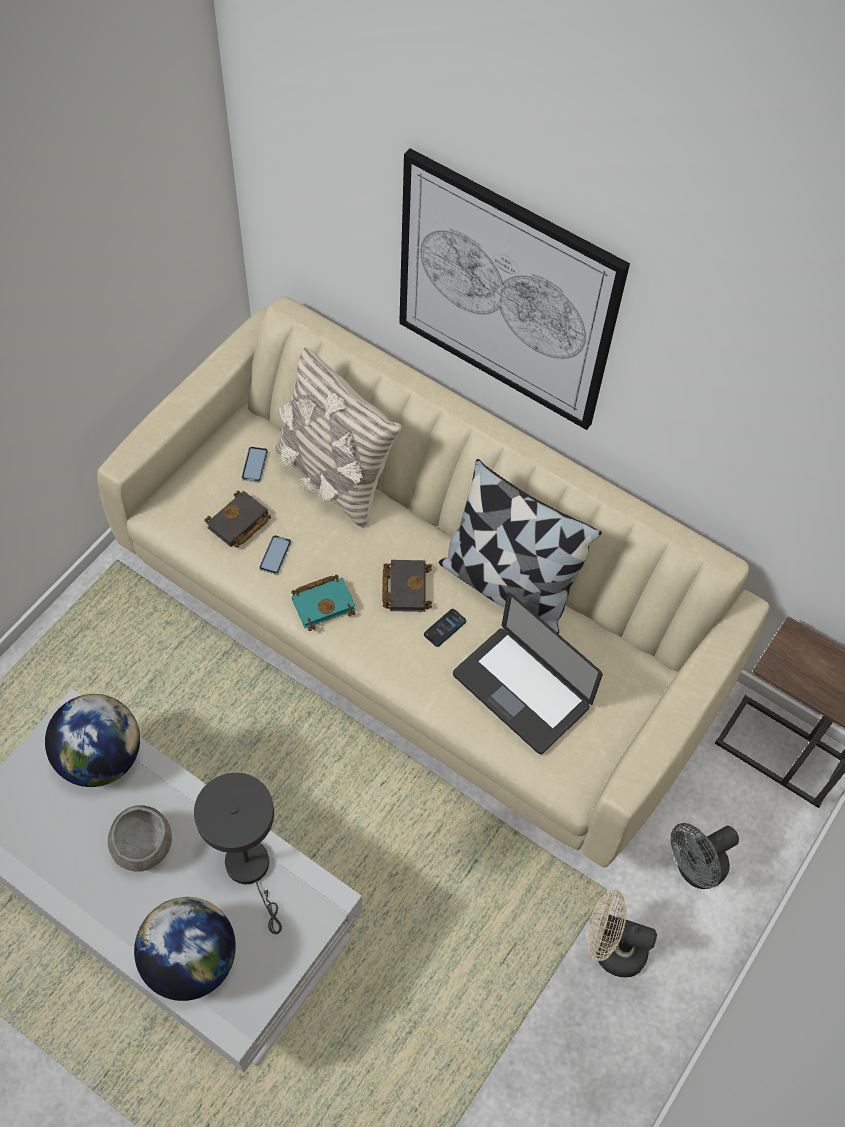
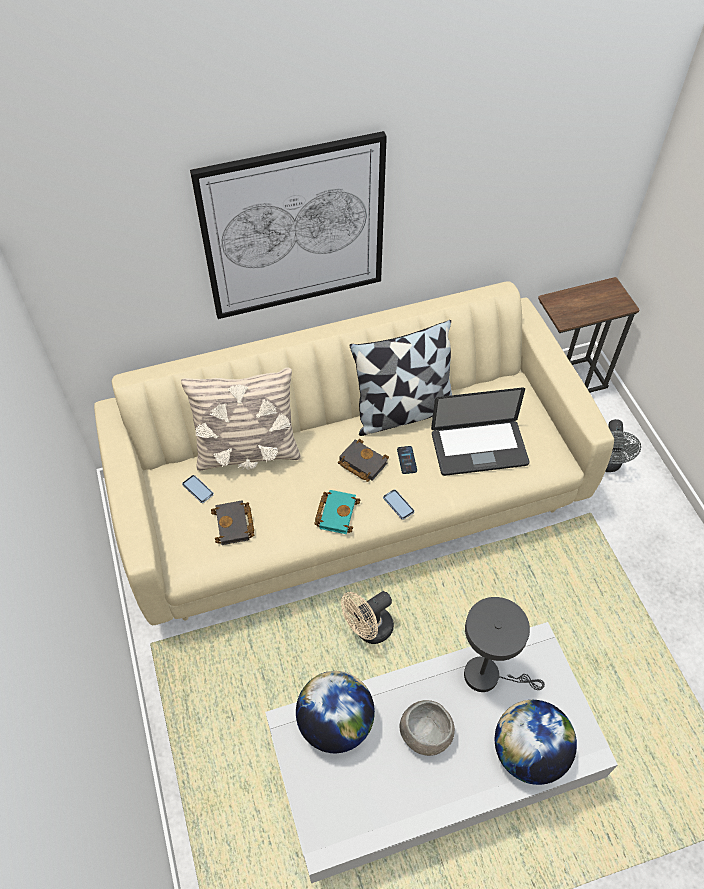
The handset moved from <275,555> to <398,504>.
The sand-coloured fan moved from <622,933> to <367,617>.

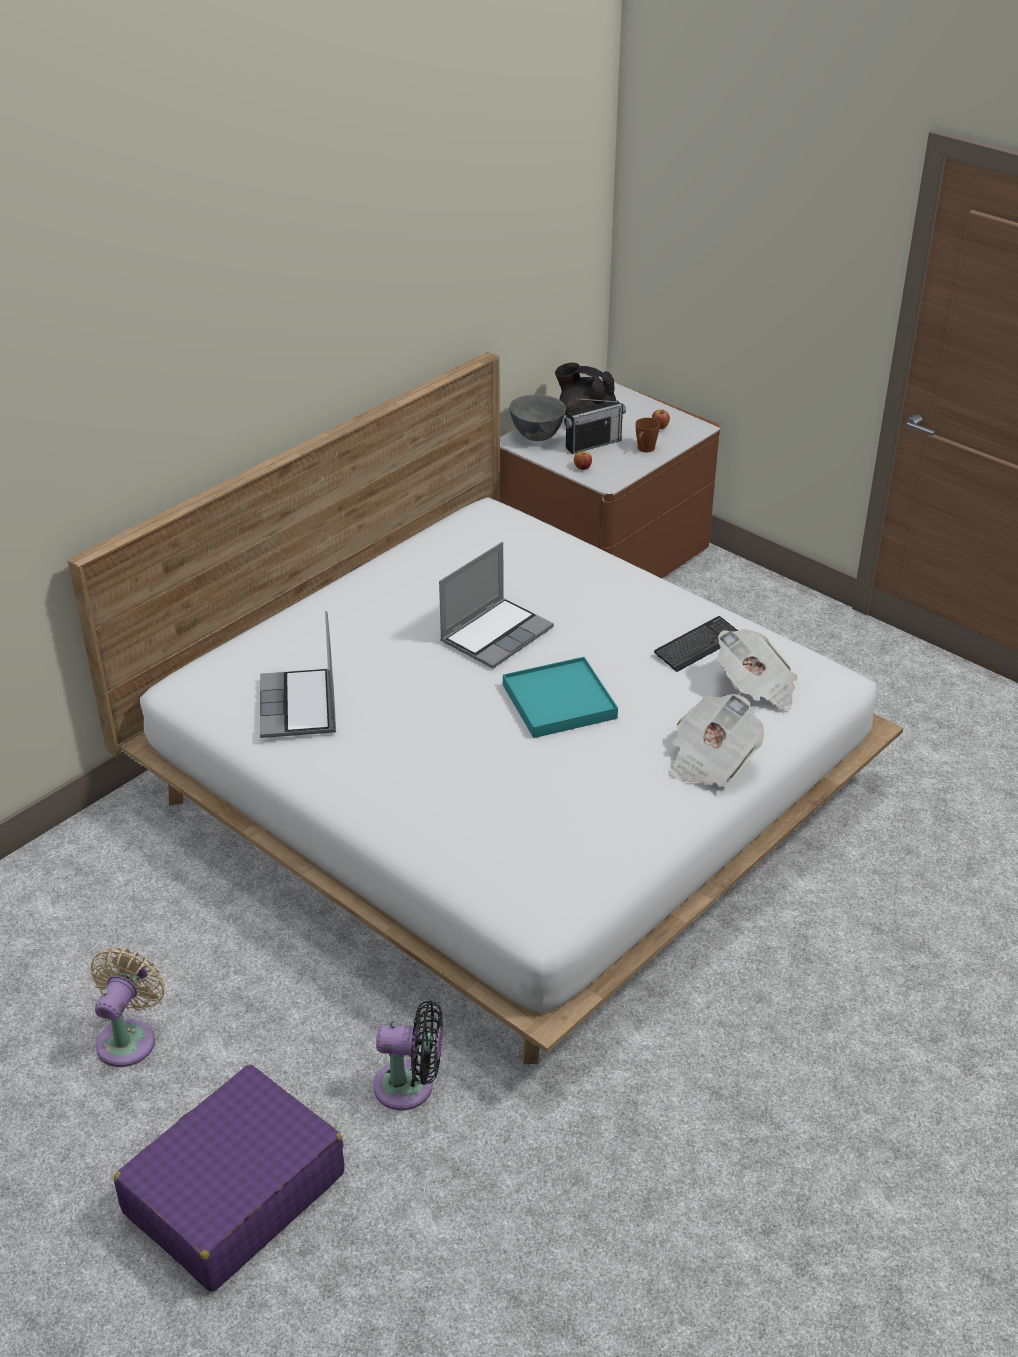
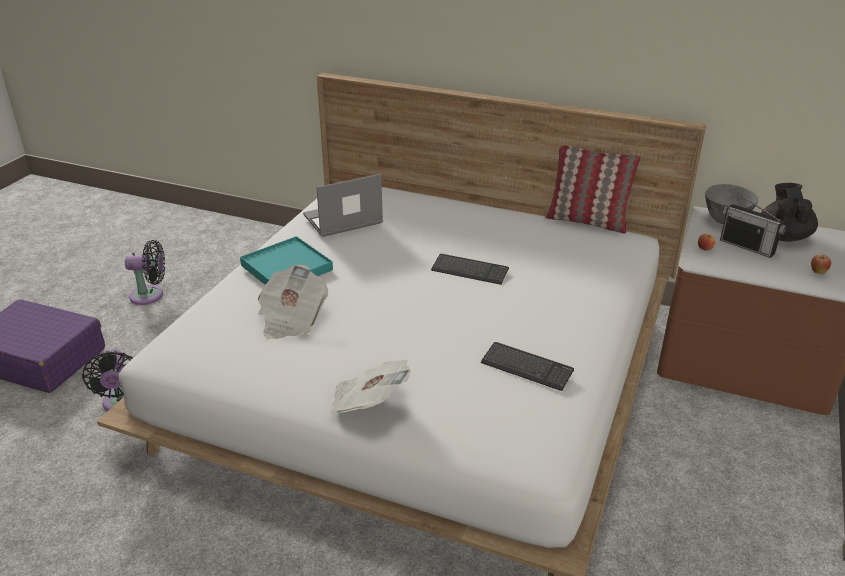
The brown coffee mug at <648,435> disappeared.
The cushion at <592,190> appeared.
The turquoise carrying tray moved from <560,697> to <286,260>.
The daily paper moved from <757,669> to <293,301>.
The notebook computer at <496,605> was replaced by the computer keyboard at <470,269>.
The sand-coloured fan at <127,1007> became the blackish fan at <145,272>.

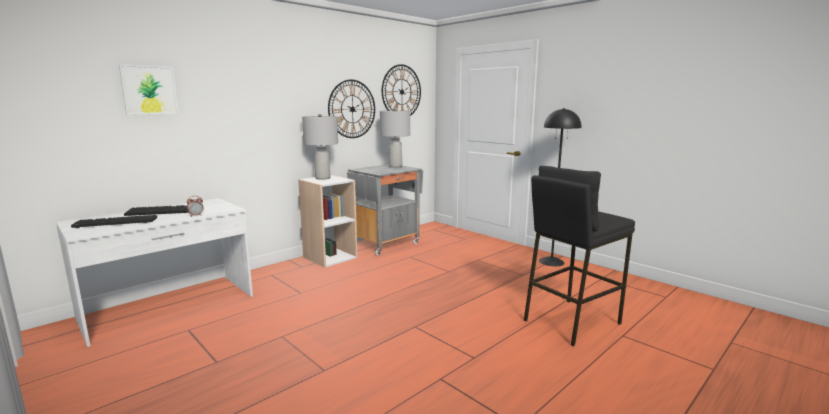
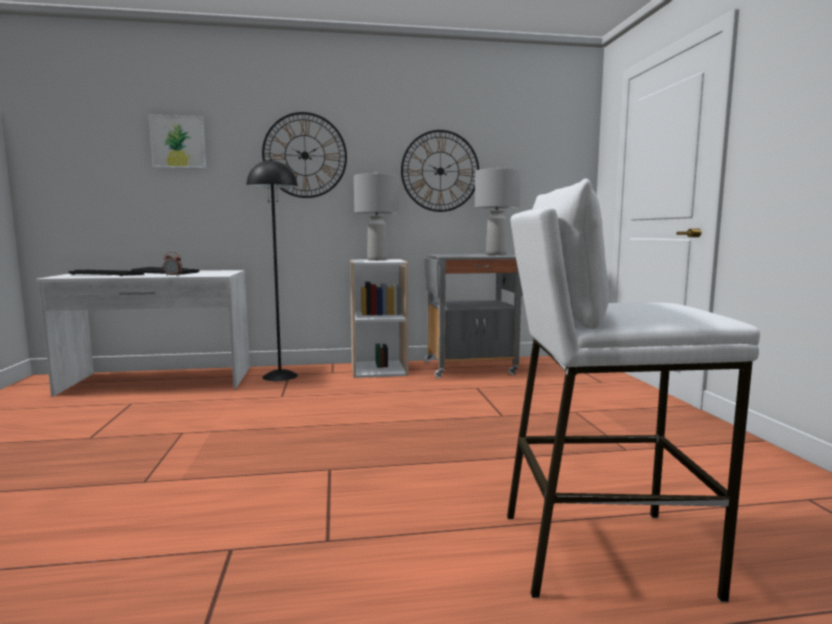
The clock on the wall moved from <401,90> to <304,155>.
The blackish floor lamp moved from <560,187> to <272,270>.
The blackish sitting stool at <579,256> became the white-coloured sitting stool at <633,390>.

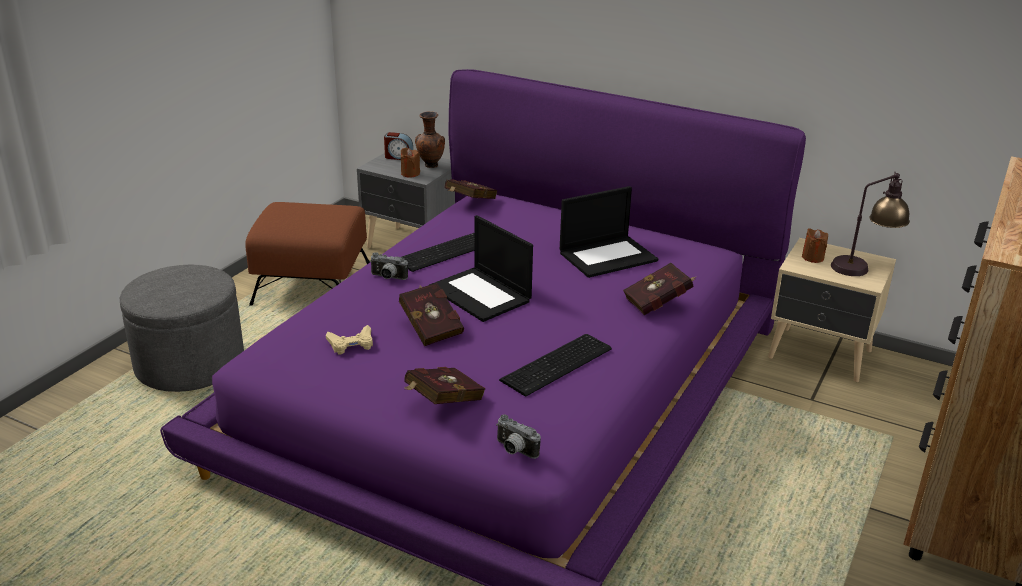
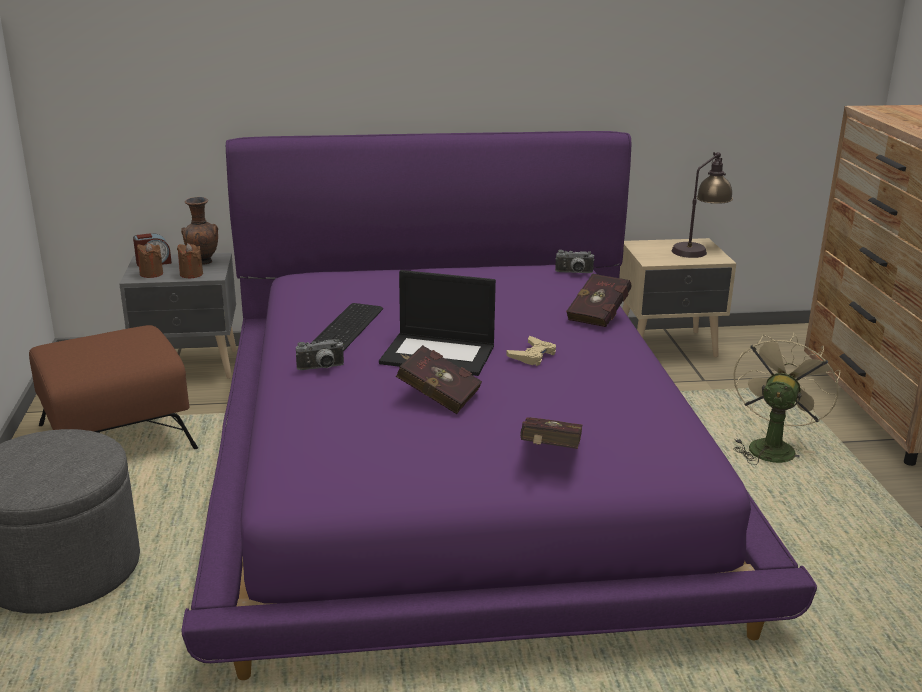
The red bound book at <471,189> disappeared.
The computer keyboard at <555,365> disappeared.
The notebook computer at <609,232> disappeared.
The sand-coloured fan at <786,398> appeared.
The sand-coloured game controller moved from <349,340> to <531,351>.
The photo camera moved from <518,436> to <575,261>.
The brown wax light moved from <815,245> to <150,260>.

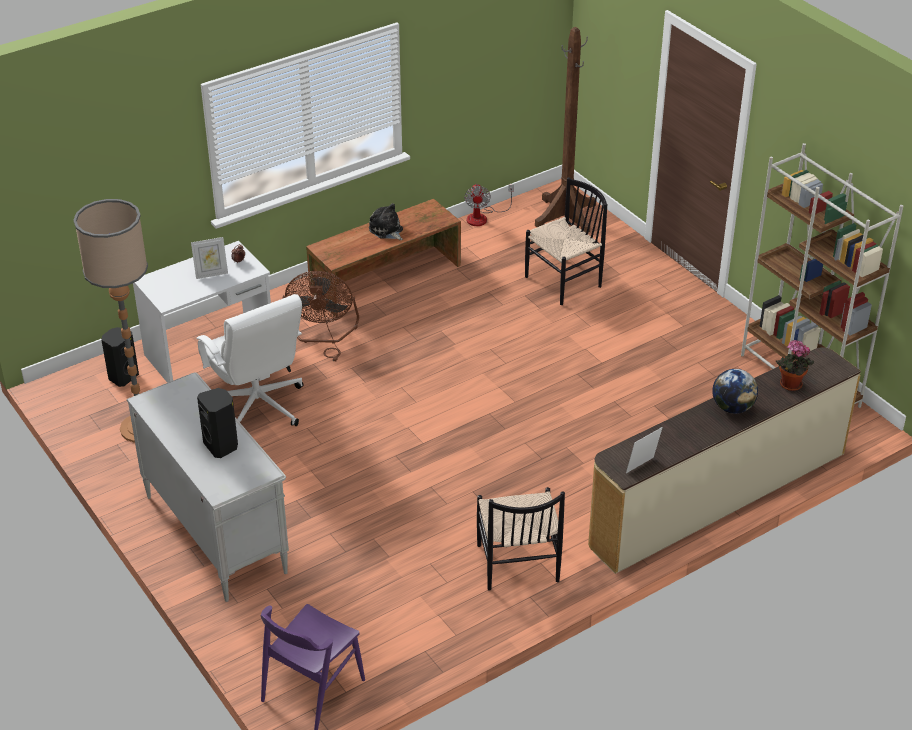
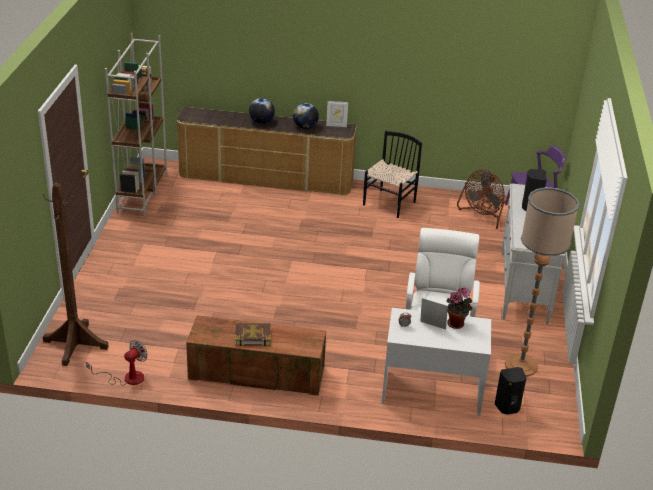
The blackish plain chair at <566,241> disappeared.
The world globe at <306,116> appeared.
The brown fan moved from <321,316> to <481,199>.
The potted plant moved from <795,365> to <459,308>.
The soft toy at <386,221> was replaced by the bound book at <253,334>.

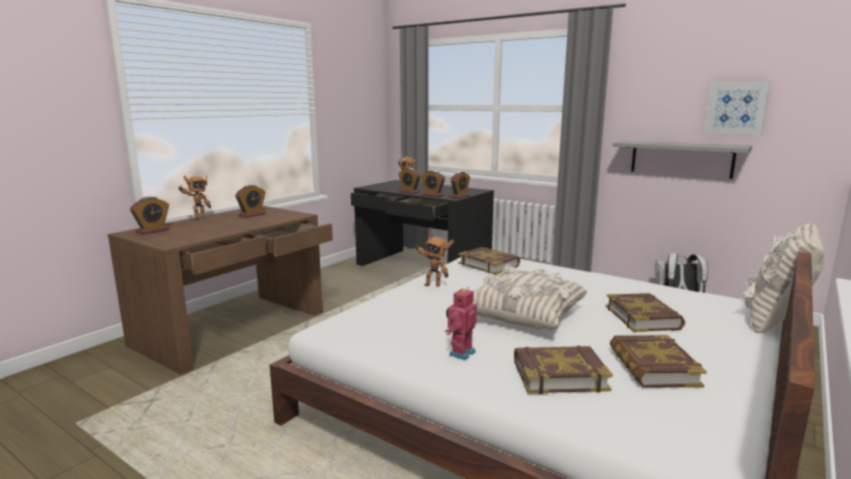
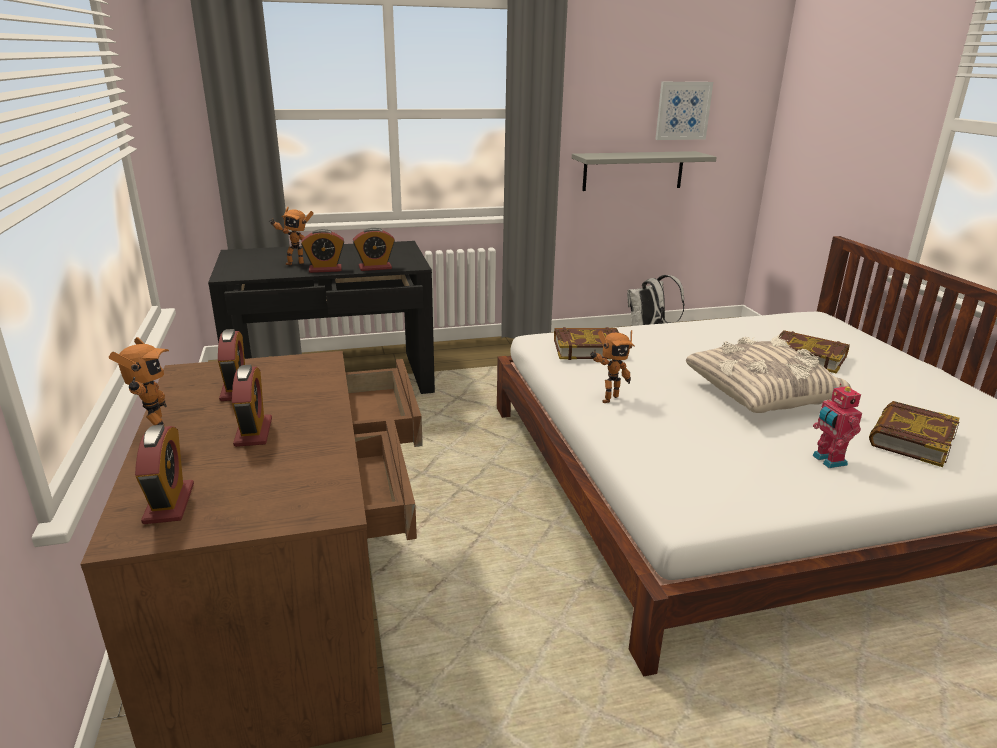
The bound book at <658,361> disappeared.
The sand-coloured cushion at <783,278> disappeared.
The bedside clock moved from <460,185> to <252,406>.

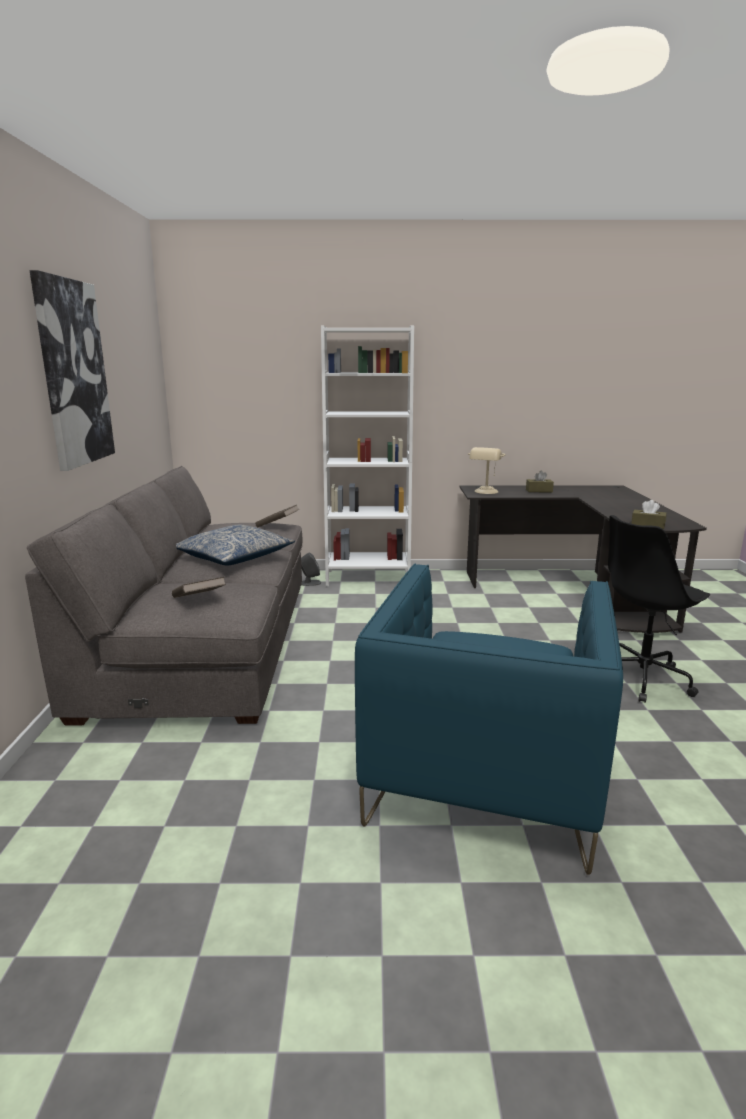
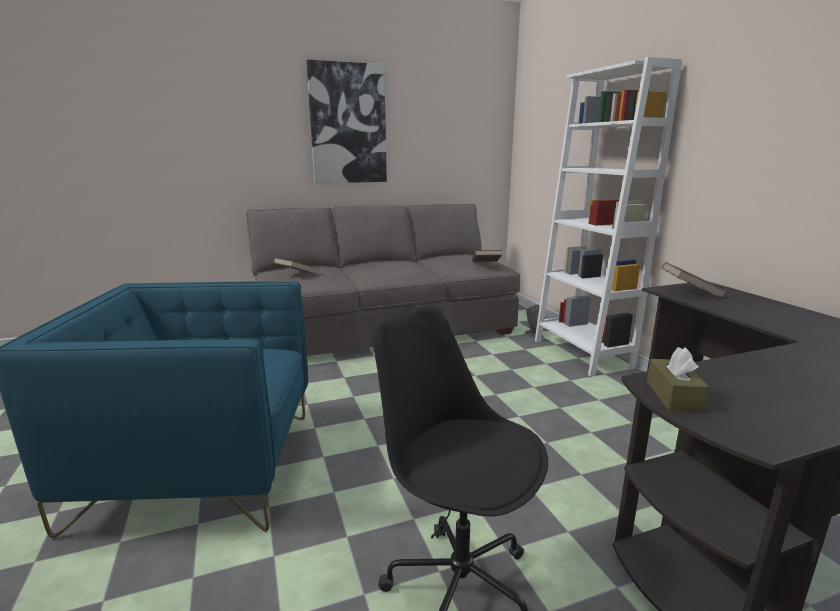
The cushion at <235,545> disappeared.
The brown tissue holder at <540,481> disappeared.
The sand-coloured lamp for a table at <487,470> was replaced by the brown bound book at <694,280>.

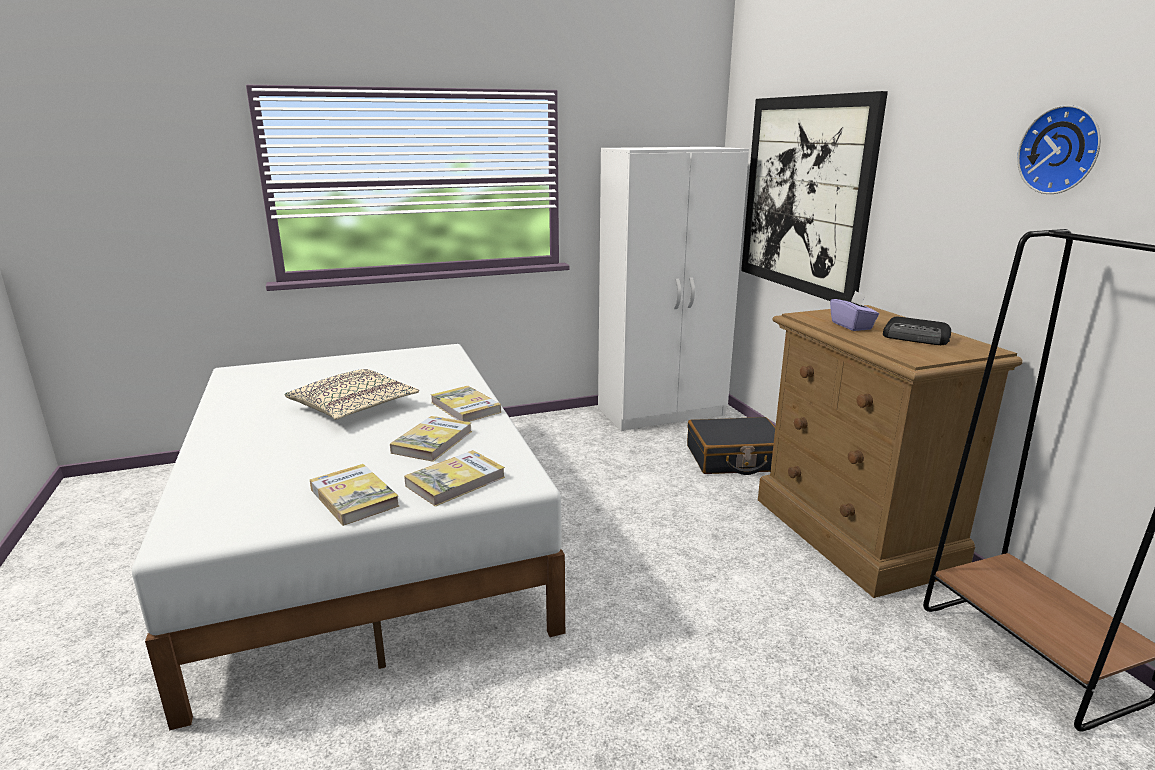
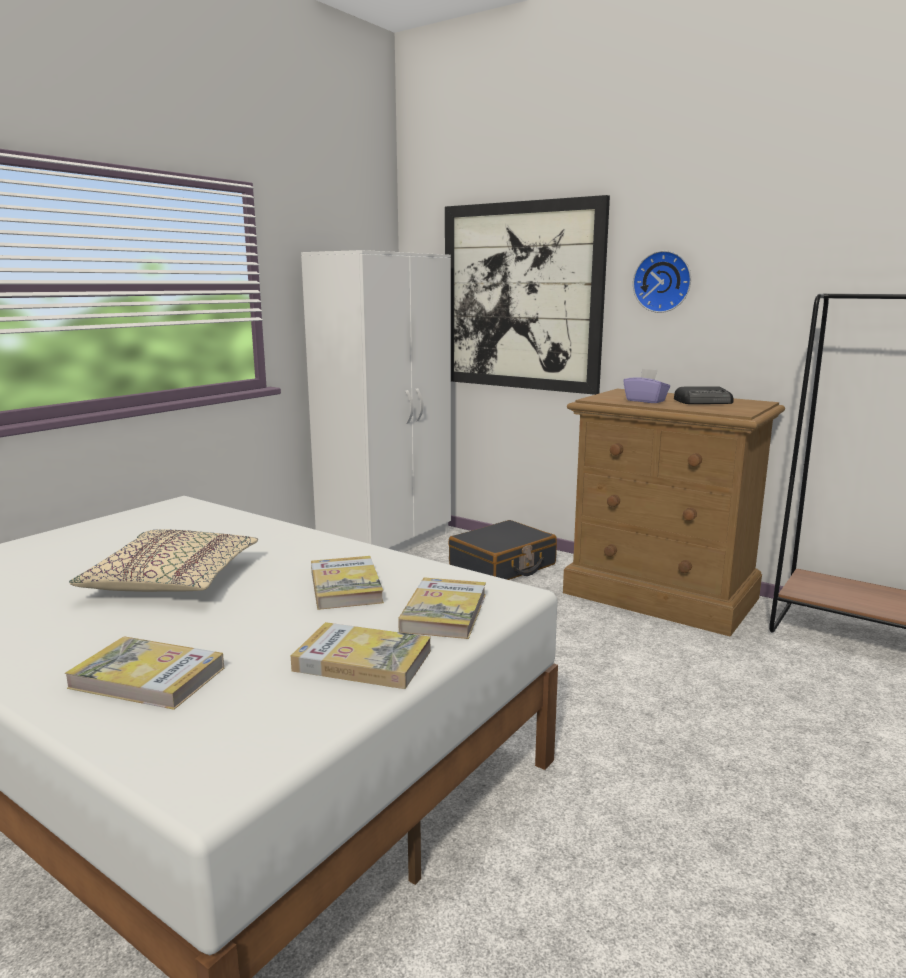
The bound book moved from <466,404> to <144,673>.
The clock on the wall moved from <1059,149> to <662,281>.

